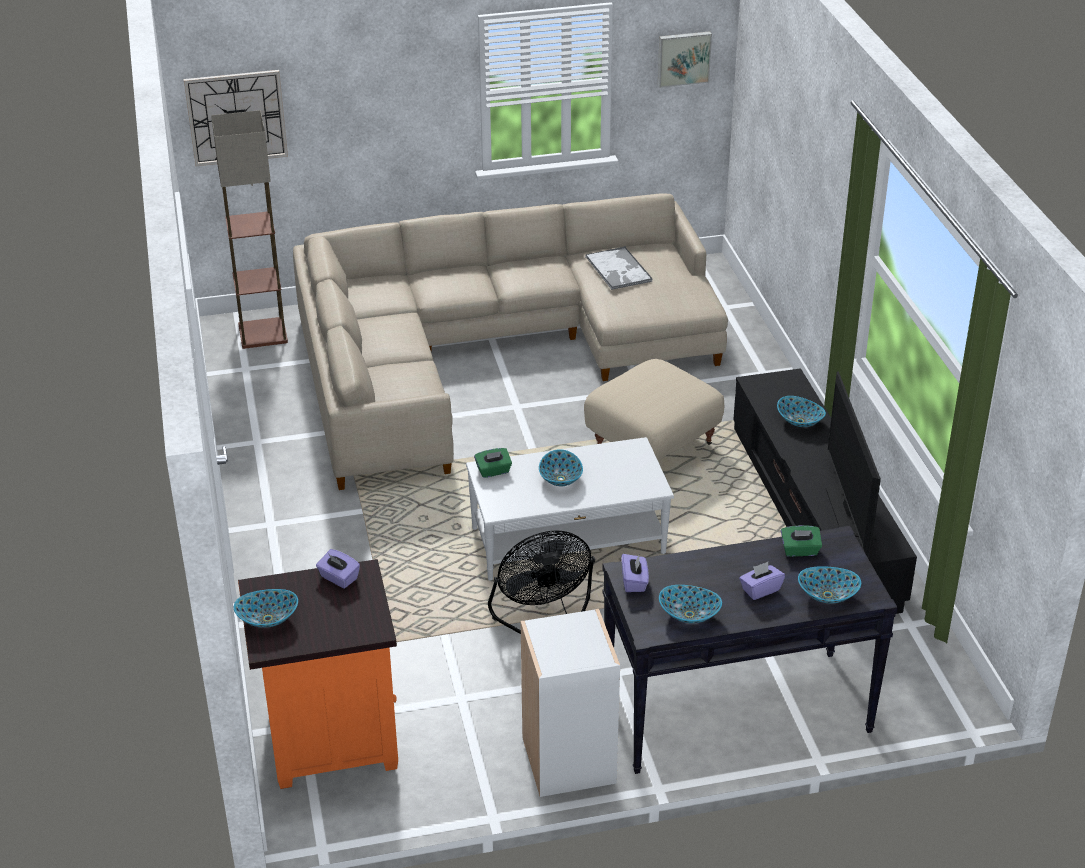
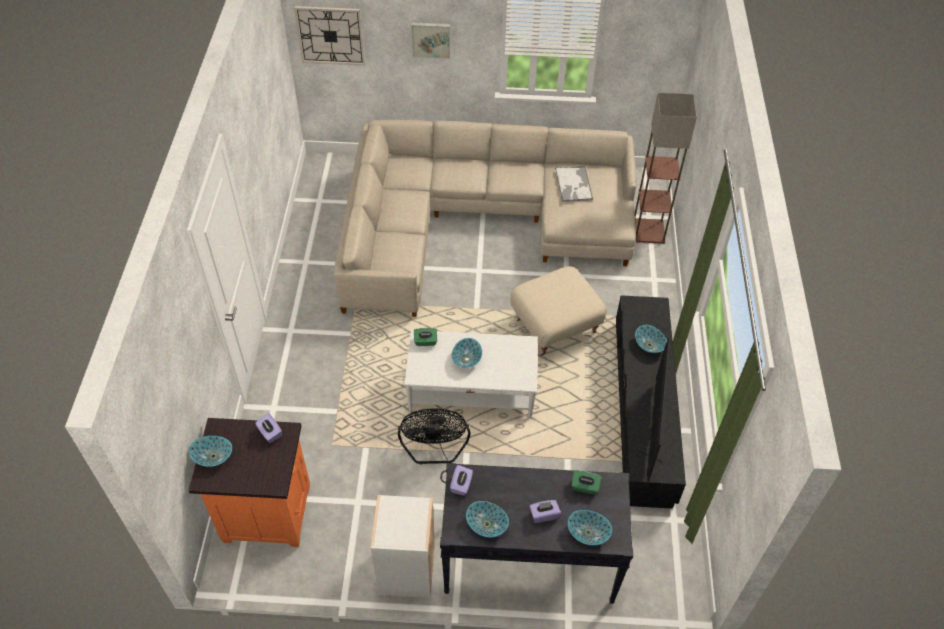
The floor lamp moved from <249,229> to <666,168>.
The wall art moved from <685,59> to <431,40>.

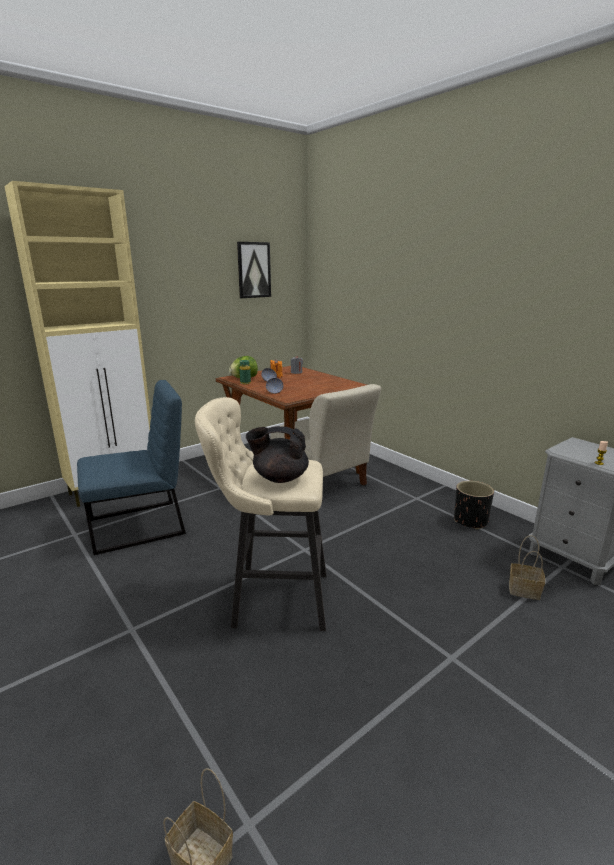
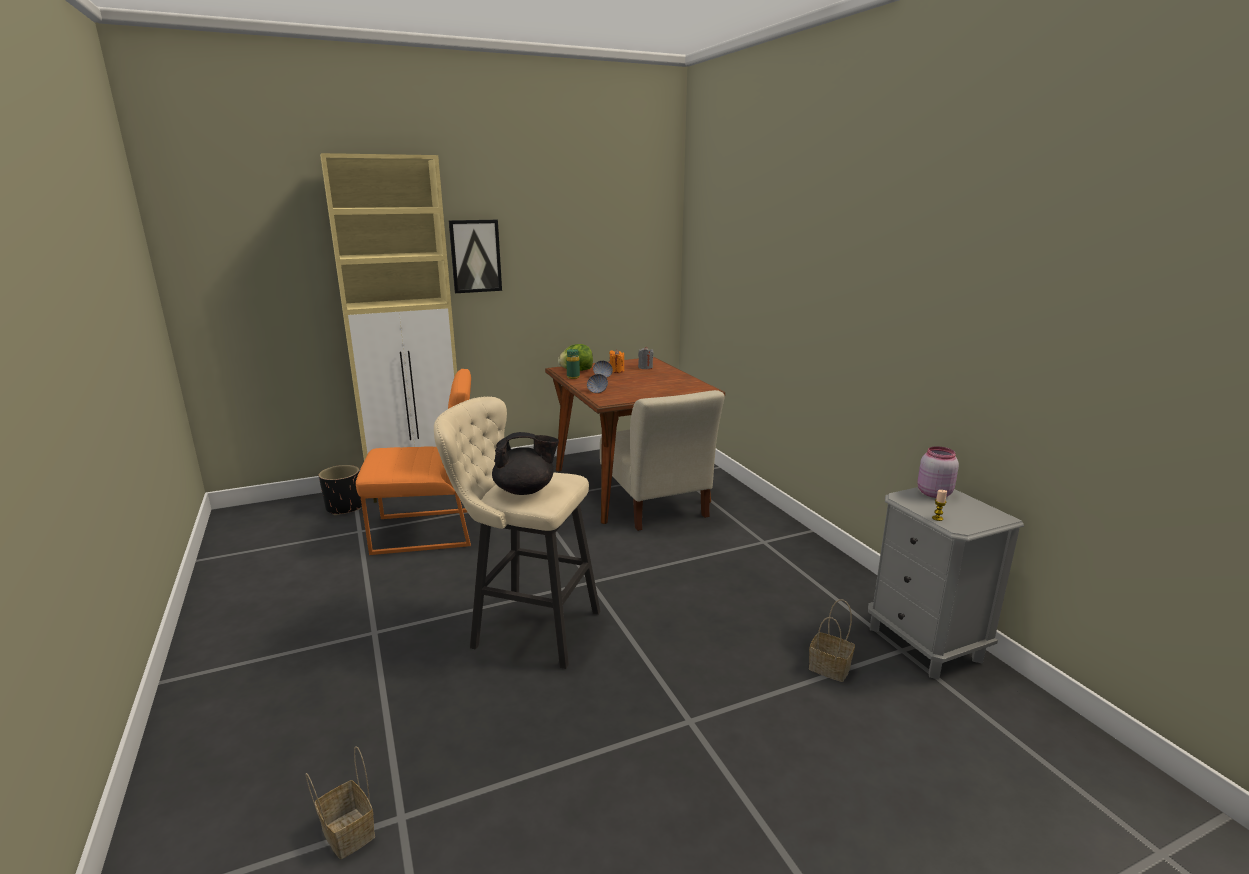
The pink-coloured preserve jar at <938,472> appeared.
The wall art moved from <254,270> to <475,256>.
The blackish flower pot moved from <474,505> to <340,490>.
The blue plain chair at <131,467> became the orange plain chair at <413,462>.
The blackish pot for tea at <277,454> turned 150 degrees clockwise.

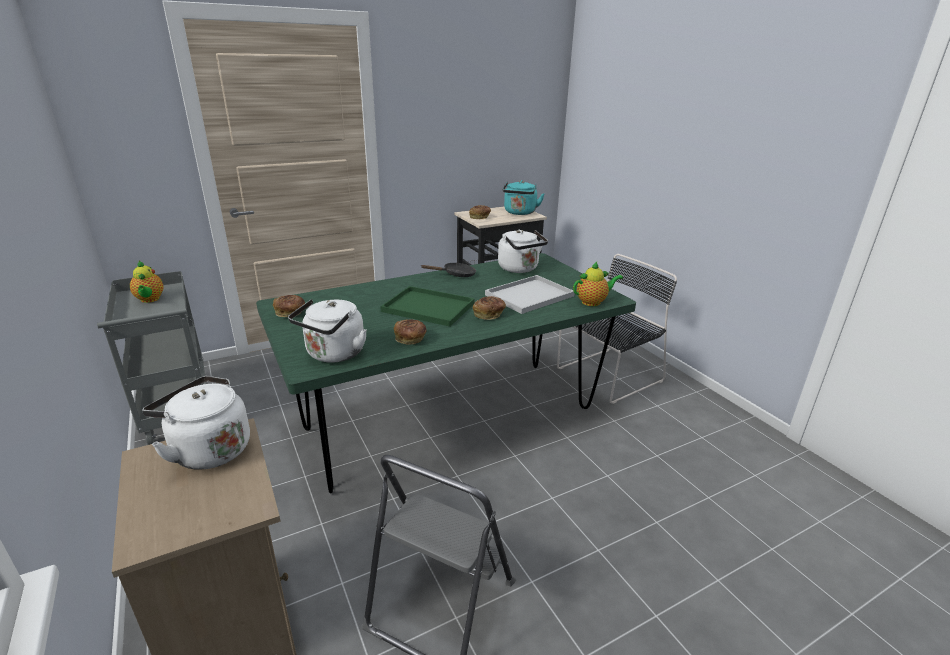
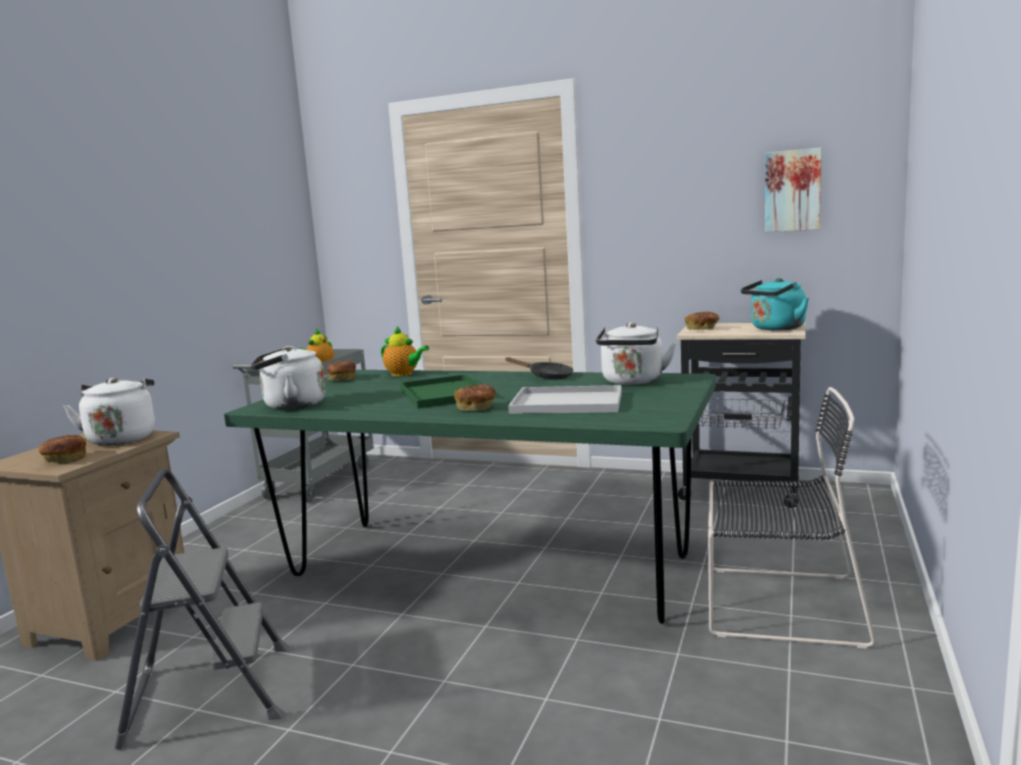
The wall art at <793,190> appeared.
The bread moved from <410,331> to <62,449>.
The pot for tea moved from <598,284> to <405,351>.

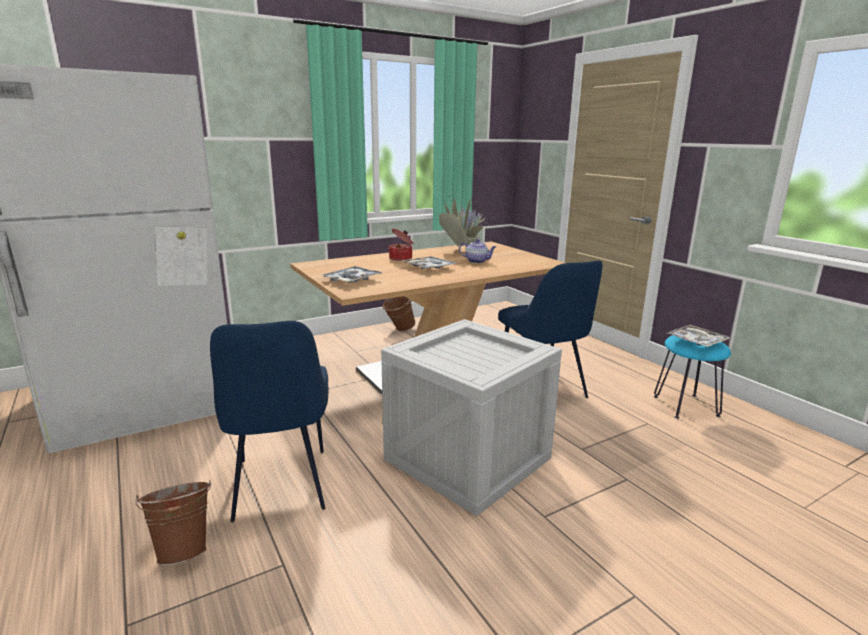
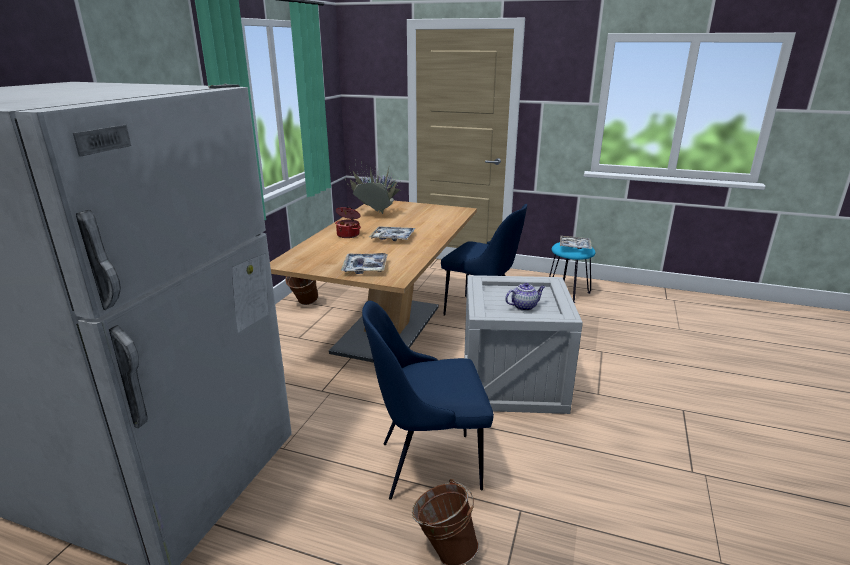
The pot for tea moved from <477,251> to <525,297>.
The blue plain chair at <269,421> turned 135 degrees clockwise.

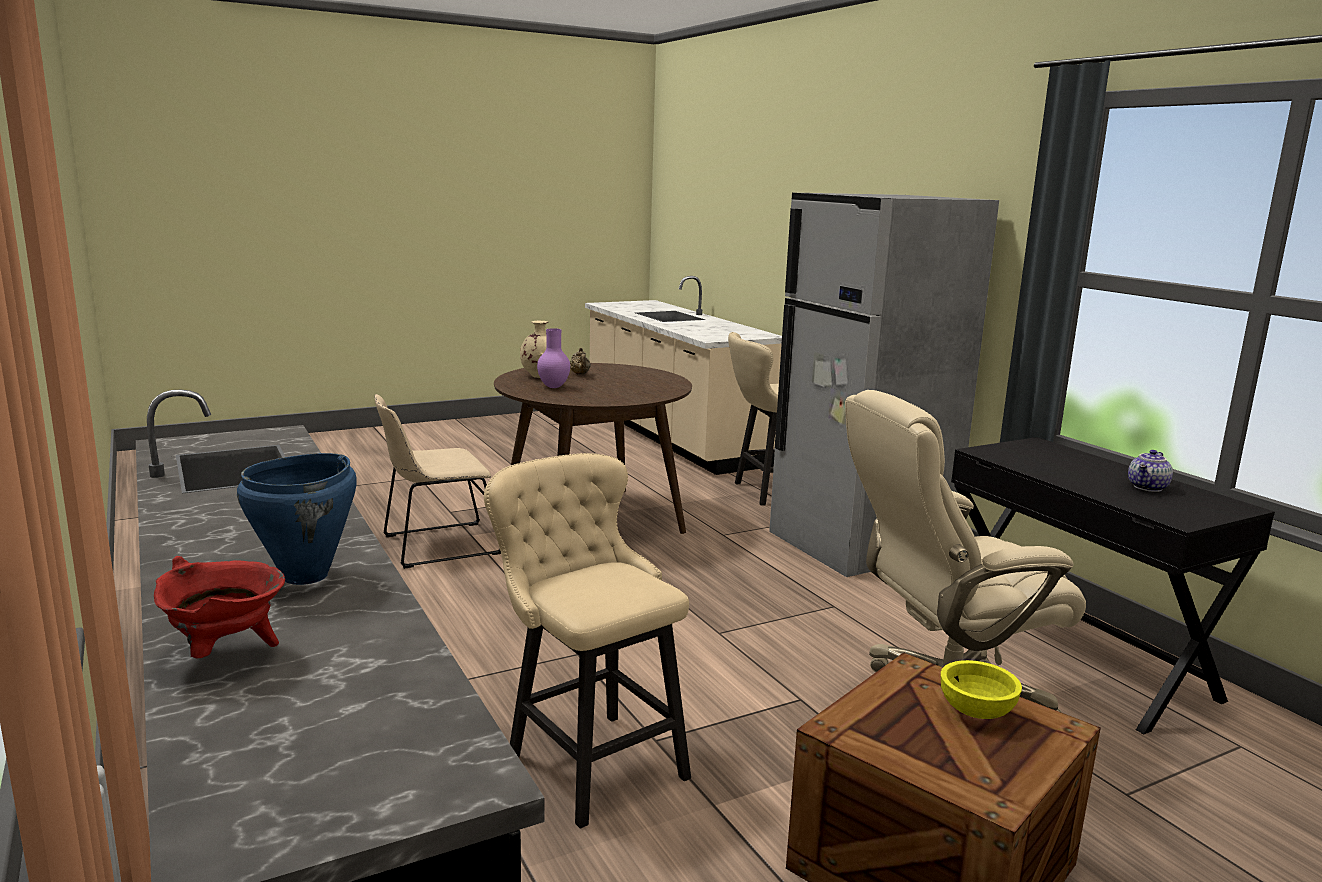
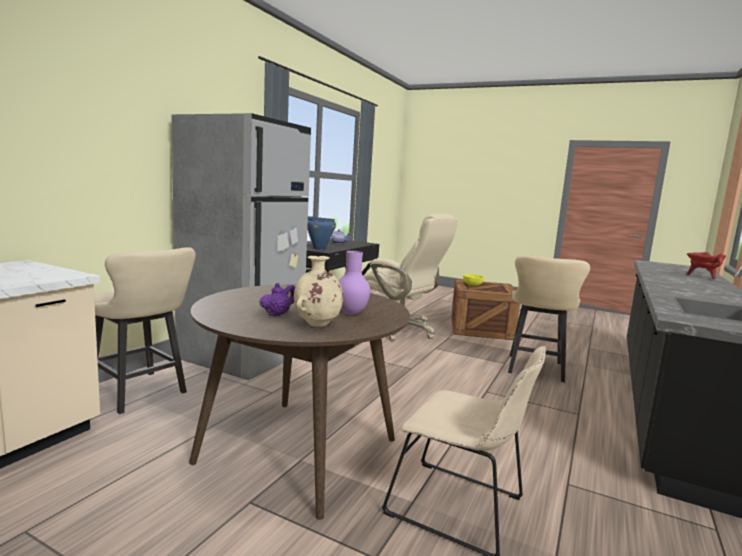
The blue stockpot moved from <297,519> to <321,233>.
The sand-coloured pot for tea at <580,361> became the purplish pot for tea at <277,300>.

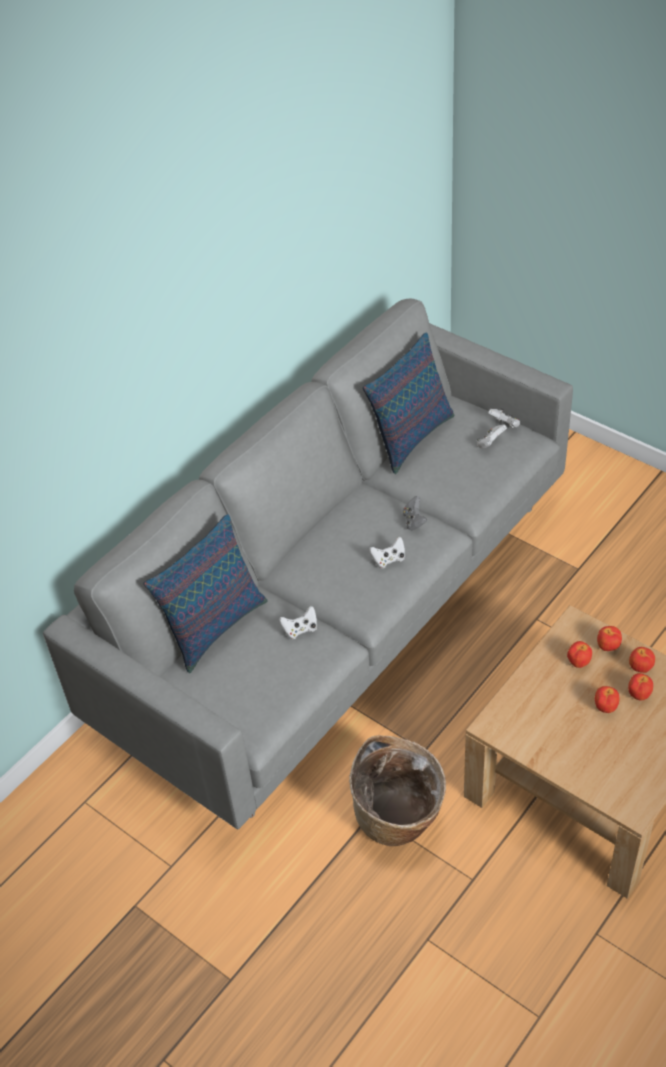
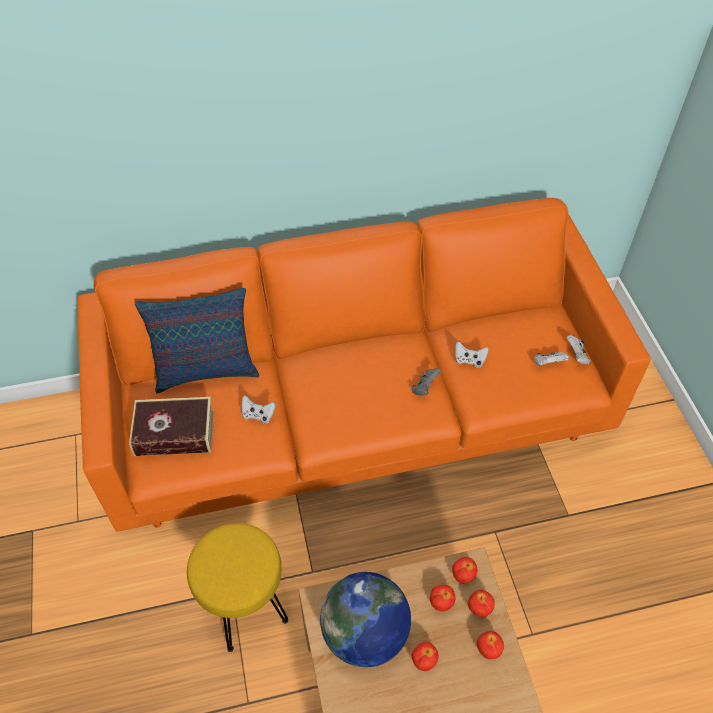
The blue cushion at <408,403> disappeared.
The bound book at <171,426> appeared.
The world globe at <365,619> appeared.
The white-coloured game controller moved from <387,552> to <471,354>.
The whole apple moved from <640,687> to <465,570>.
The storage basket at <397,790> was replaced by the yellowish sitting stool at <237,587>.
The gray sofa at <308,564> became the orange sofa at <364,365>.

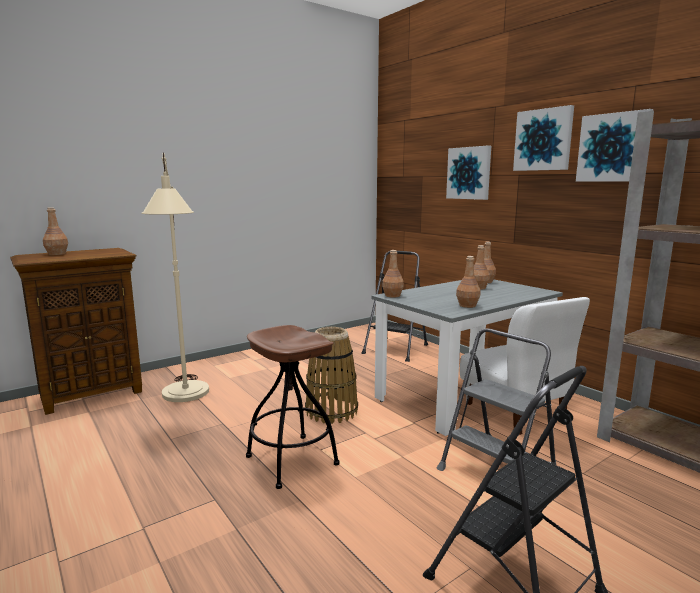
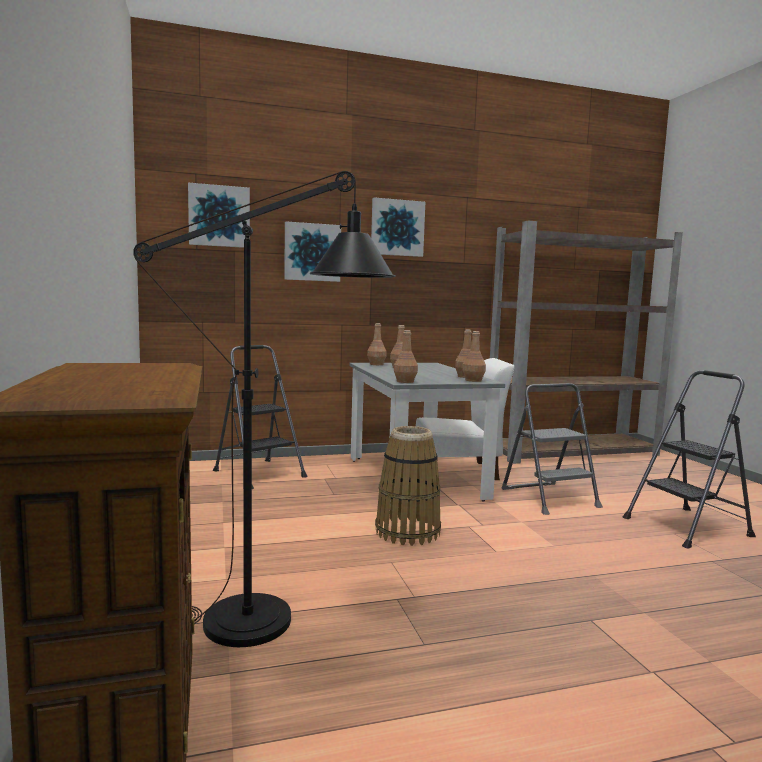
The brown sitting stool at <292,407> disappeared.
The brown beverage bottle moved from <55,231> to <474,356>.
The wall art moved from <614,145> to <219,215>.
The sand-coloured floor lamp at <175,277> became the blackish floor lamp at <264,409>.

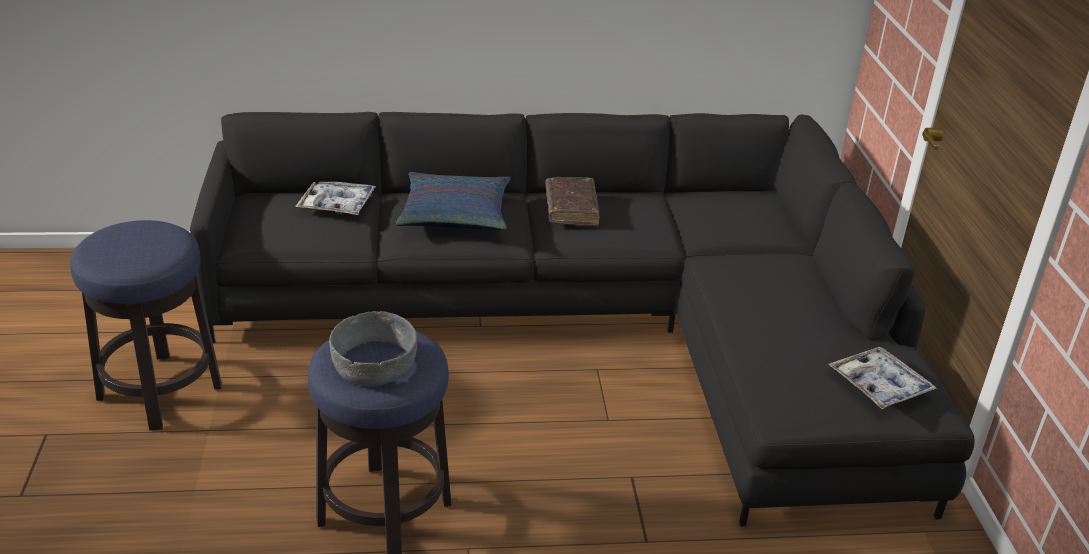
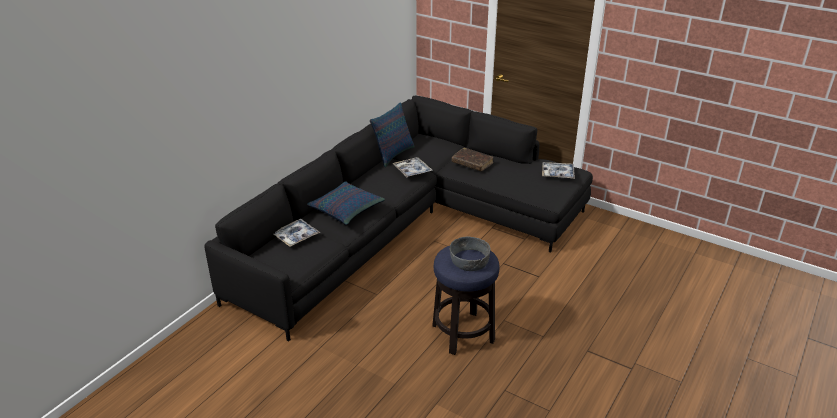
The sitting stool at <145,325> disappeared.
The blue cushion at <392,135> appeared.
The carrying tray at <412,167> appeared.
The brown bound book moved from <572,201> to <472,159>.

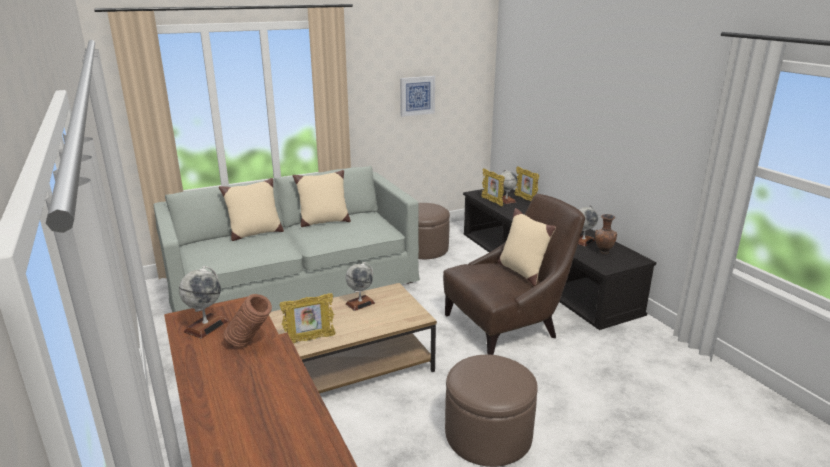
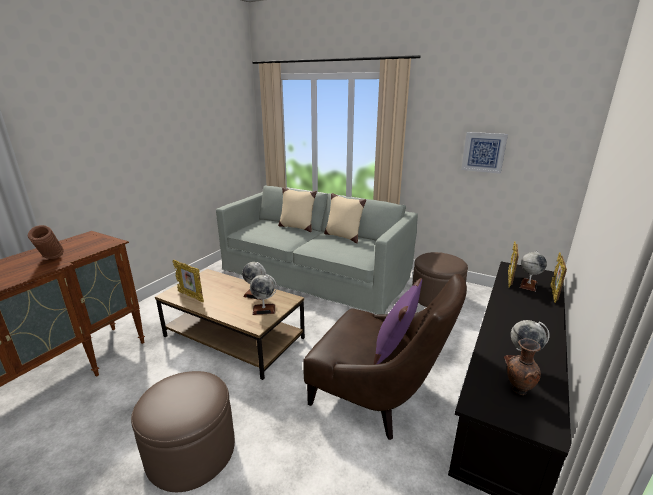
The world globe moved from <203,302> to <263,294>.
The sand-coloured cushion at <527,247> became the purplish cushion at <398,321>.

